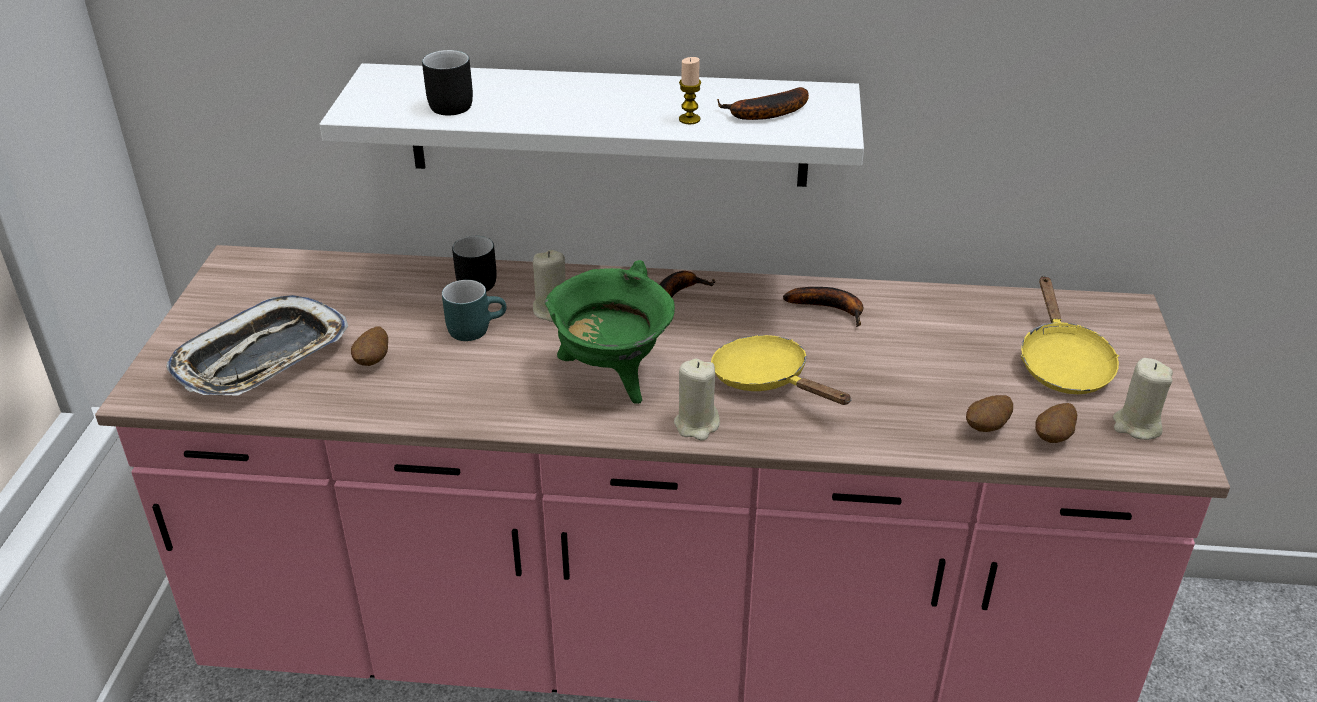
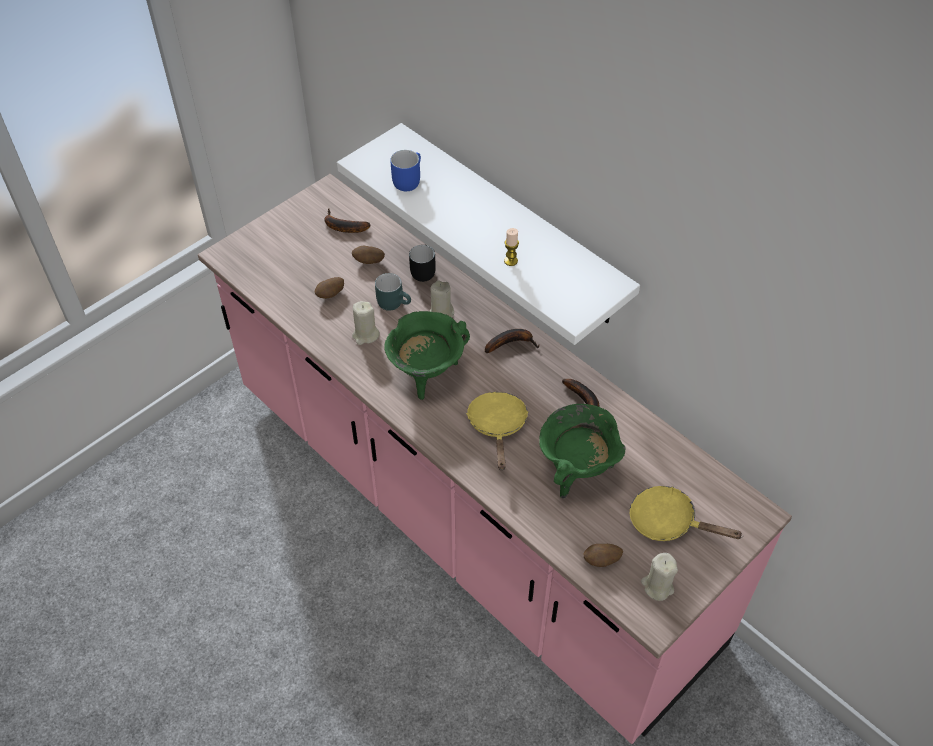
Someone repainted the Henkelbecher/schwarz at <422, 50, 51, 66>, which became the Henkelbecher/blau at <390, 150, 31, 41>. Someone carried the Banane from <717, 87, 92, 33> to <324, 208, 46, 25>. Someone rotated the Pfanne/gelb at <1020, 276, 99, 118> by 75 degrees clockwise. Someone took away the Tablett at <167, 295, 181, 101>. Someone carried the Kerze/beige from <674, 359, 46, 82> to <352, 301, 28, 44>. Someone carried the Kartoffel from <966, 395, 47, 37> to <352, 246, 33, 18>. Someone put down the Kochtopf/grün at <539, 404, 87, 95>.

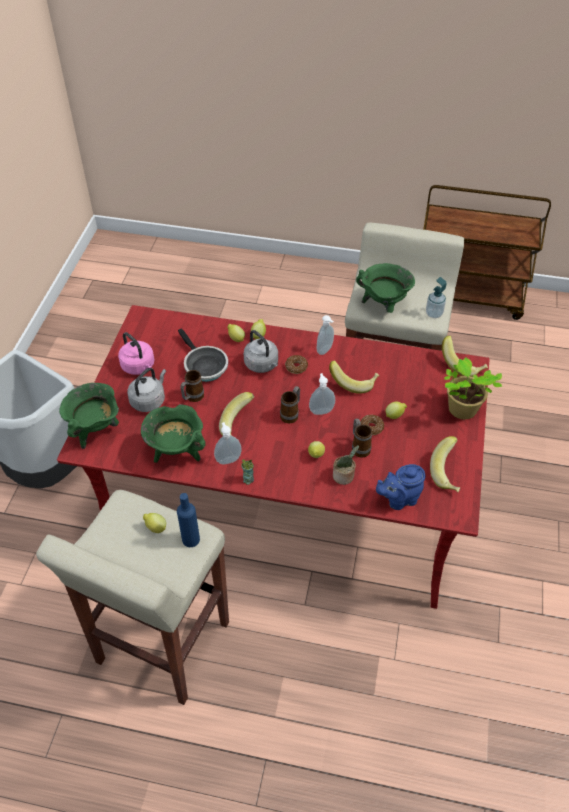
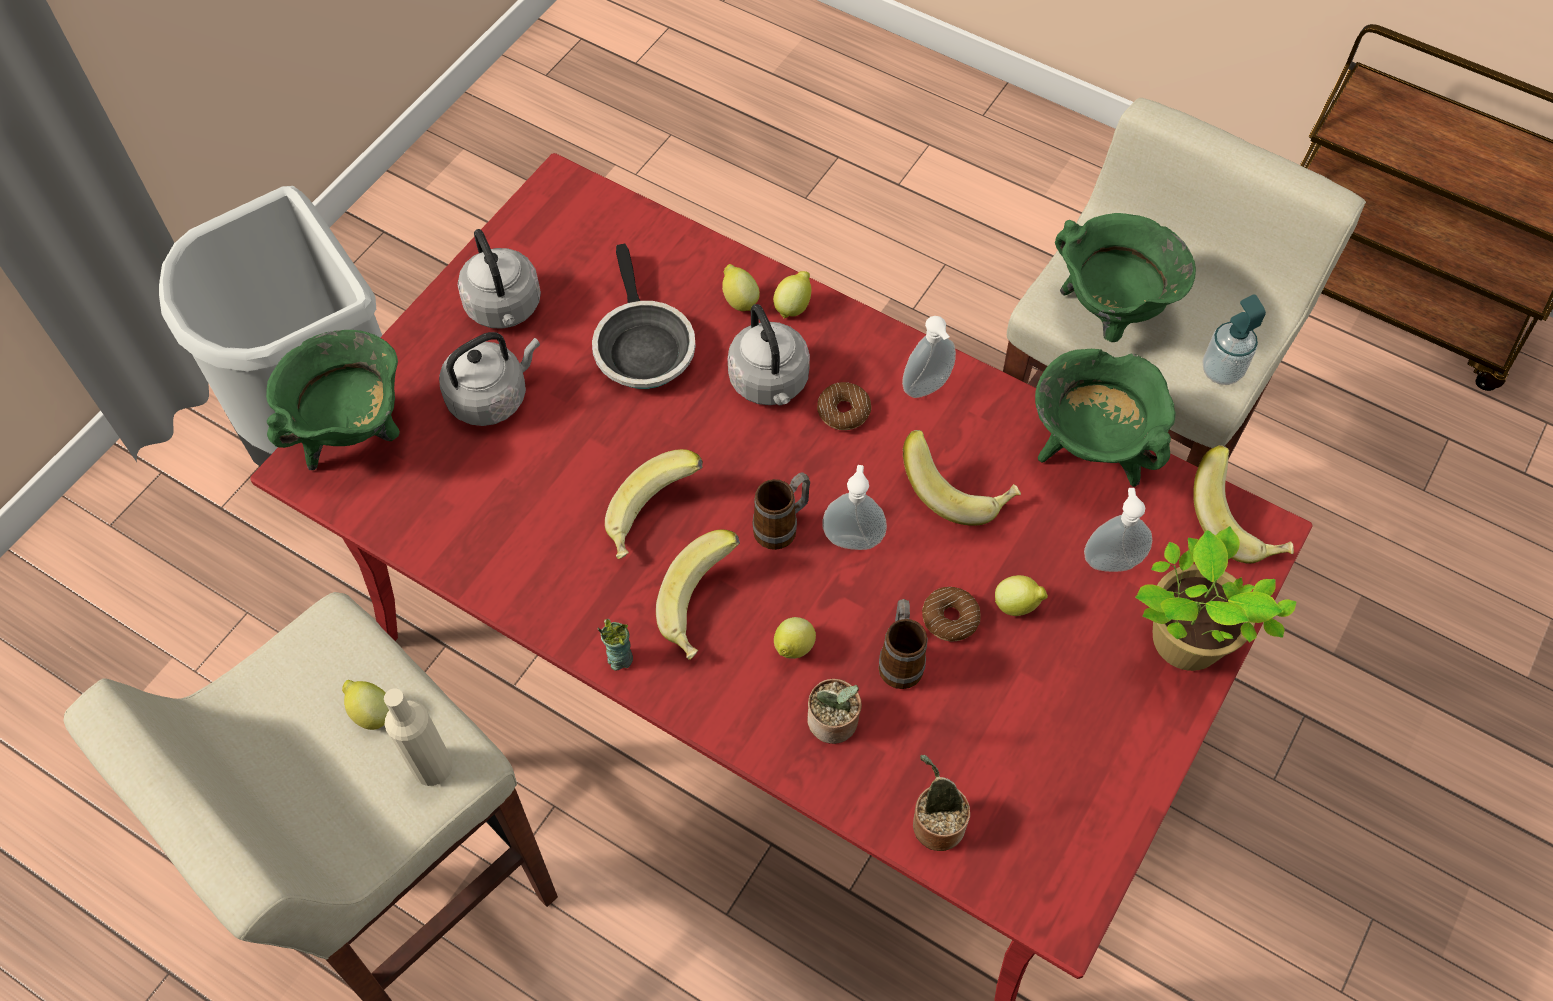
Someone repainted the Wasserkessel/rosa at <118, 332, 36, 43>, which became the Wasserkessel/grau at <458, 229, 83, 100>. Someone took away the Henkelbecher at <180, 370, 24, 32>. Someone carried the Kochtopf/grün from <141, 404, 65, 59> to <1035, 349, 141, 138>. Someone carried the Seifenspender from <214, 422, 28, 42> to <1084, 488, 68, 84>. Someone carried the Banane from <430, 436, 30, 56> to <656, 530, 84, 130>. Someone swapped the Teekanne/blau at <376, 464, 49, 46> for the Topfpflanze at <913, 755, 57, 96>. Someone repainted the Flasche/blau at <177, 493, 23, 54>, which became the Flasche/beige at <384, 688, 69, 98>.

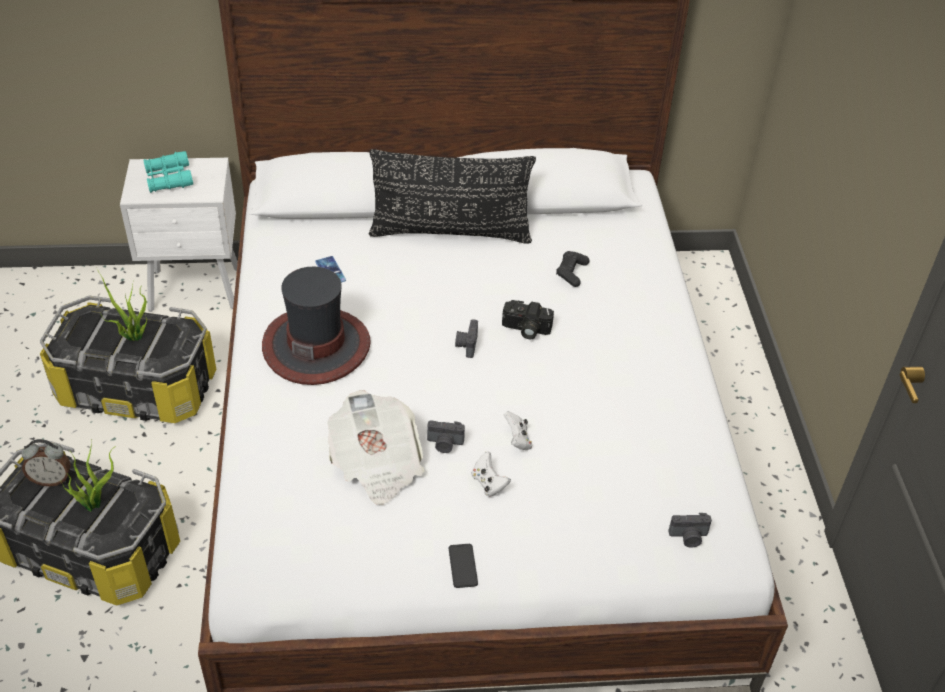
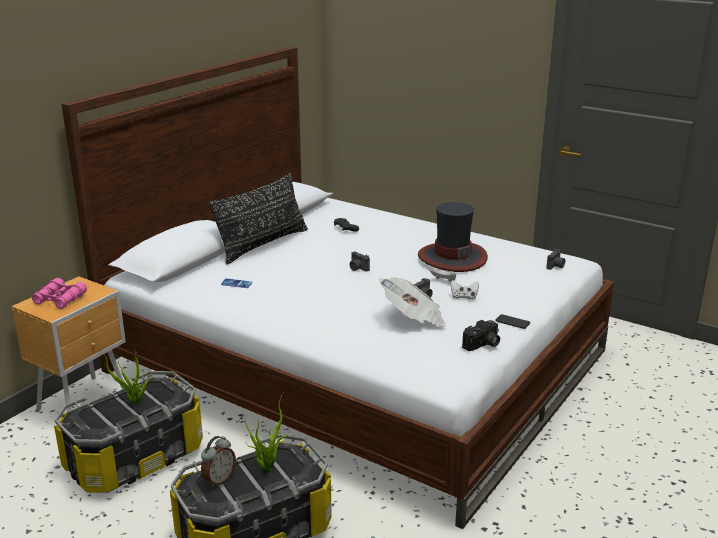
Someone repainted the Fernglas/türkis at <143, 151, 50, 42>, which became the Fernglas/rosa at <32, 278, 55, 31>. Someone repainted the Nachttisch/weiß at <120, 158, 118, 154>, which became the Nachttisch/braun at <11, 276, 115, 136>. Someone carried the Hut from <262, 266, 109, 119> to <418, 202, 70, 70>. Someone carried the Kamera from <502, 300, 52, 39> to <462, 320, 38, 31>.

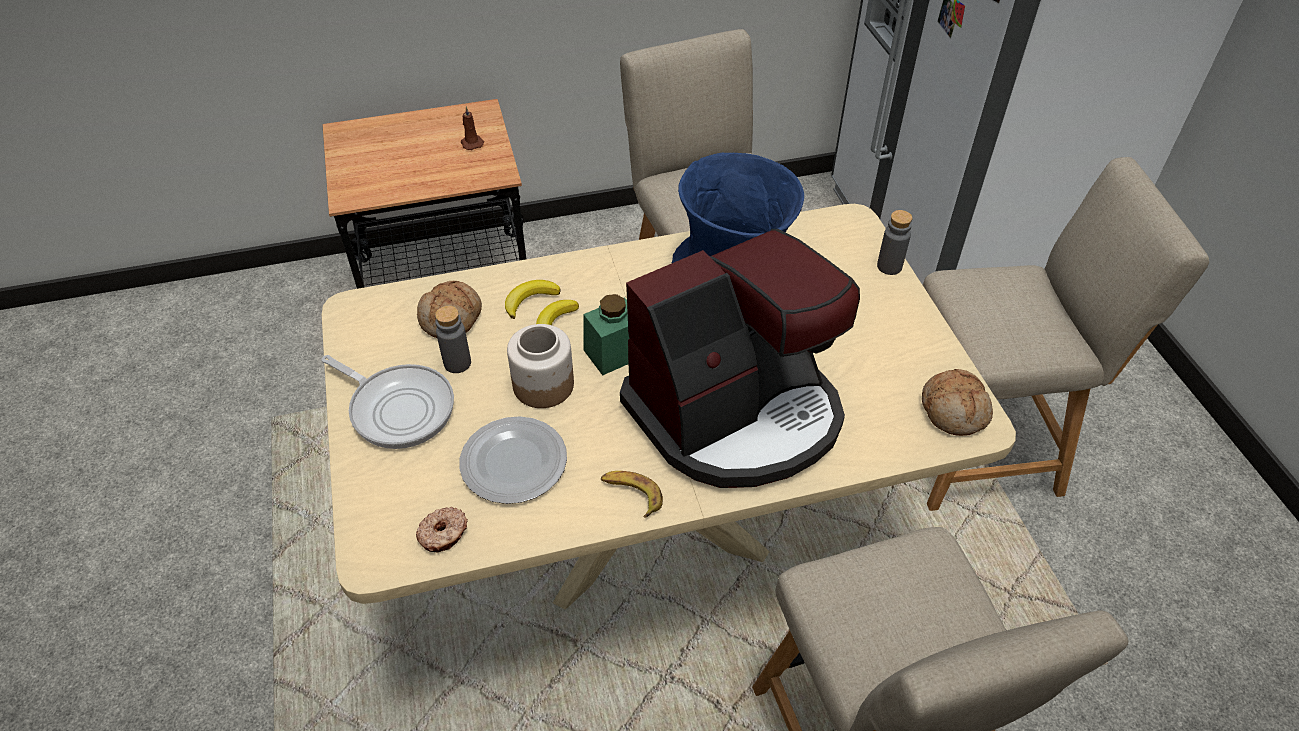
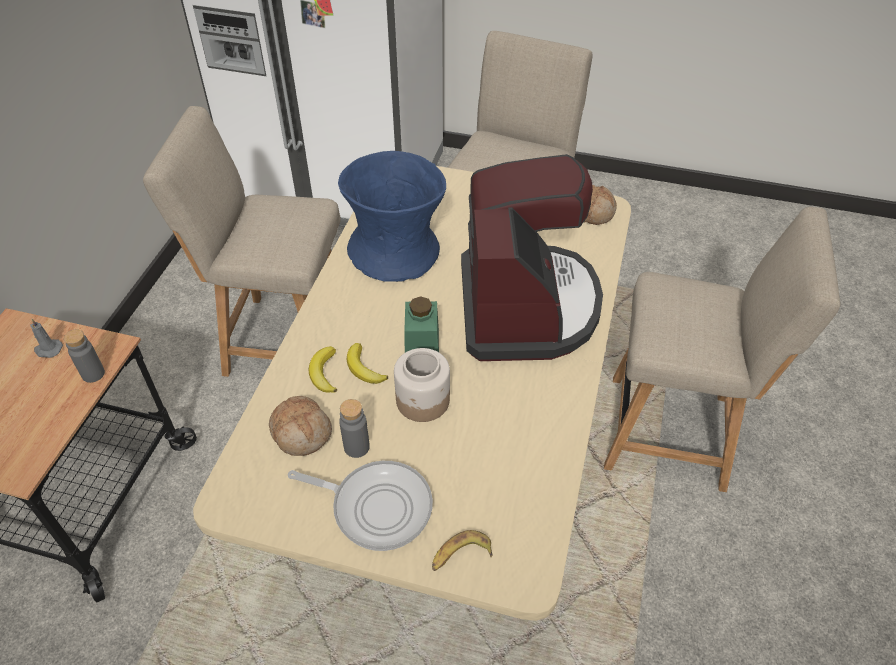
Someone repainted the Kerze/braun at <461, 107, 23, 43>, which became the Kerze/grau at <30, 319, 33, 39>. Someone carried the Flasche/grau from <877, 210, 35, 65> to <64, 330, 41, 53>. Someone rotated the Pfanne at <321, 355, 133, 94> by 45 degrees clockwise. Someone took away the Teller at <459, 416, 108, 88>. Someone carried the Banane from <601, 471, 62, 46> to <432, 530, 61, 41>. Someone took away the Donut at <416, 507, 52, 45>.

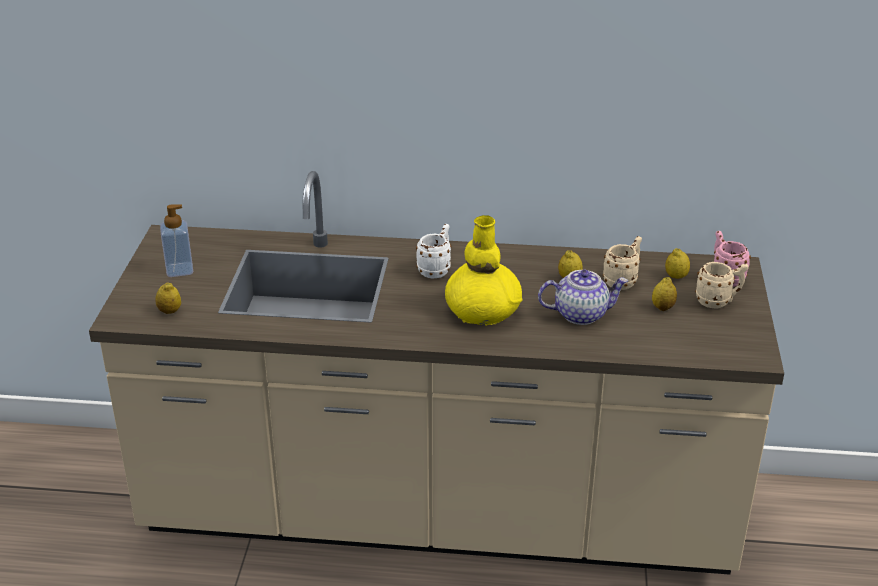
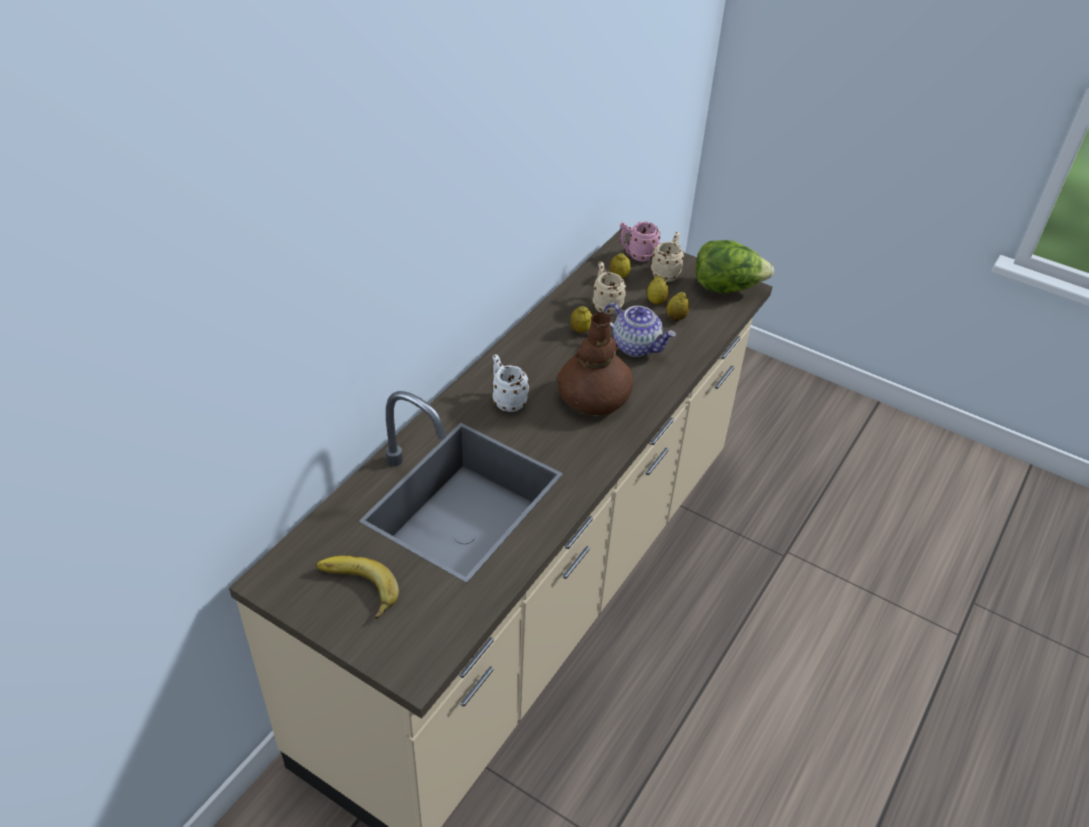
Someone swapped the Seifenspender at <160, 205, 33, 72> for the Banane at <316, 556, 83, 63>. Someone repainted the Vase/gelb at <445, 215, 77, 111>, which became the Vase/braun at <557, 312, 76, 104>. Someone rotated the Teekanne at <538, 270, 90, 55> by 105 degrees clockwise. Someone carried the Zitrone from <155, 282, 26, 32> to <667, 292, 23, 29>. Someone put down the Salatkopf at <696, 240, 78, 53>.

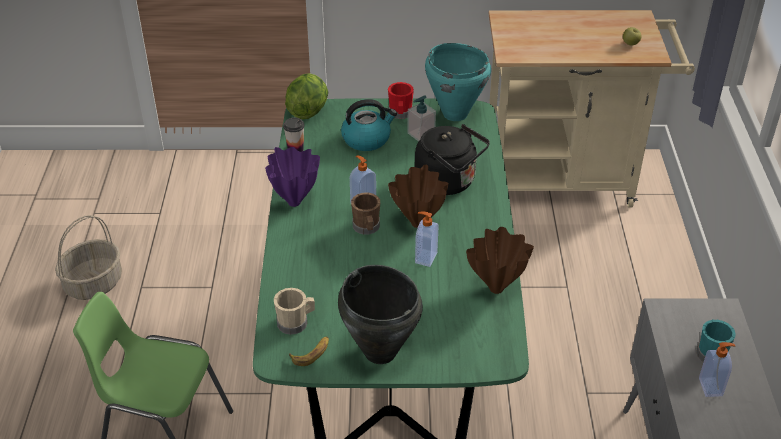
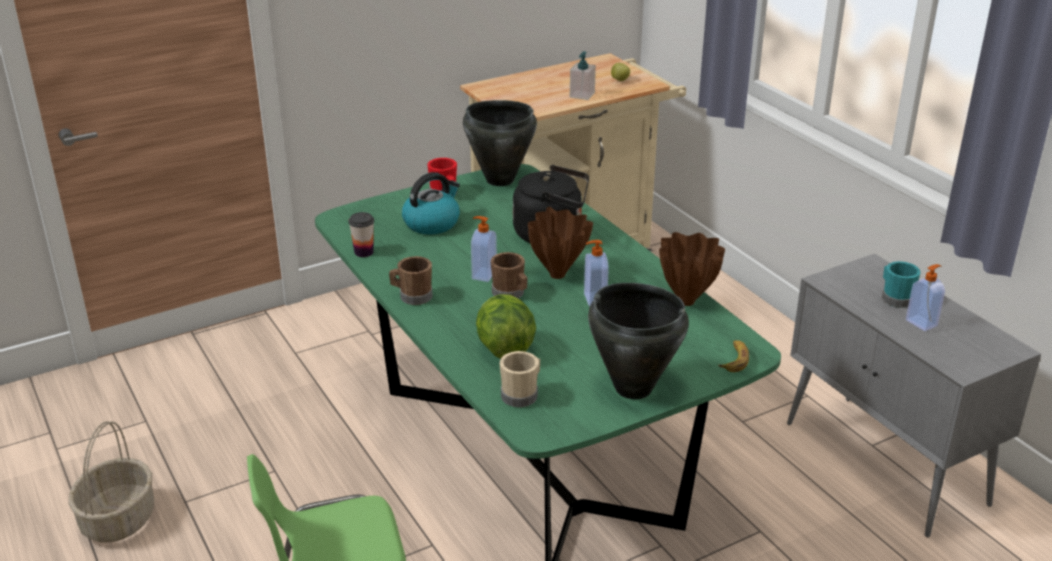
Someone repainted the Kochtopf/türkis at <425, 43, 66, 78>, which became the Kochtopf/schwarz at <463, 100, 74, 86>. Someone carried the Salatkopf from <285, 73, 43, 46> to <476, 294, 60, 65>. Someone carried the Seifenspender from <407, 95, 29, 47> to <570, 51, 26, 49>. Someone swapped the Vase/lila at <265, 147, 55, 60> for the Henkelbecher/braun at <389, 256, 44, 49>. Someone carried the Banane from <289, 336, 40, 30> to <718, 340, 31, 32>.

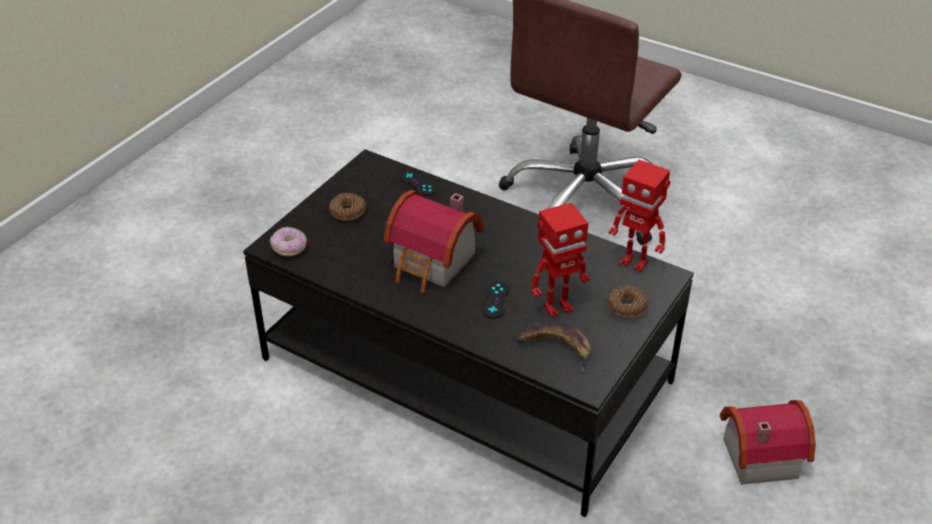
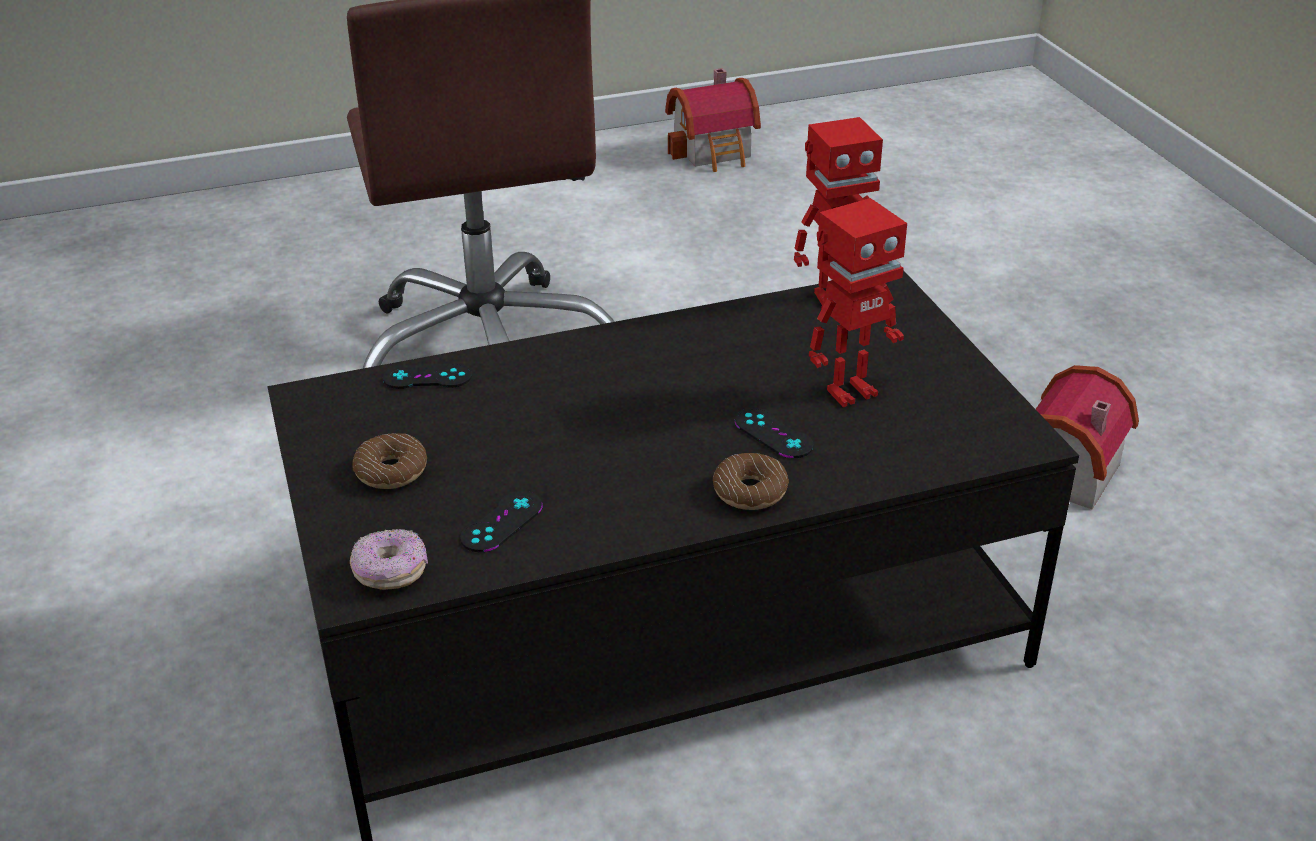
Someone carried the Spielzeughaus from <384, 190, 100, 103> to <665, 68, 96, 104>. Someone rotated the Spielzeugroboter at <532, 202, 58, 116> by 45 degrees clockwise. Someone carried the Donut from <607, 286, 41, 32> to <713, 453, 76, 57>. Someone took away the Banane at <518, 321, 73, 52>. Someone put down the Gamepad/schwarz at <460, 491, 82, 61>.

